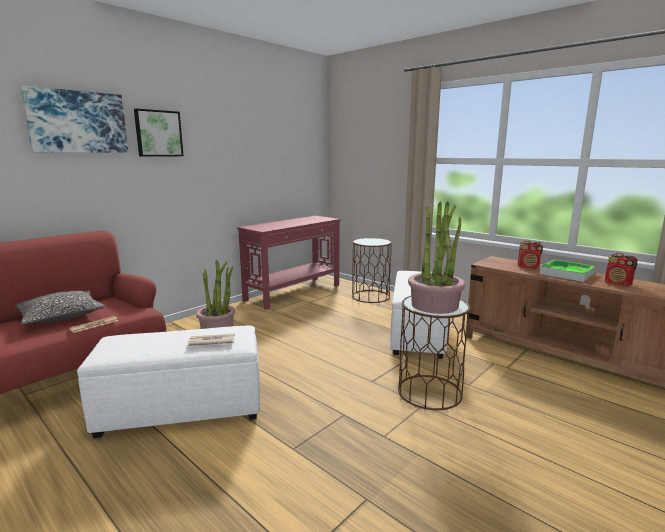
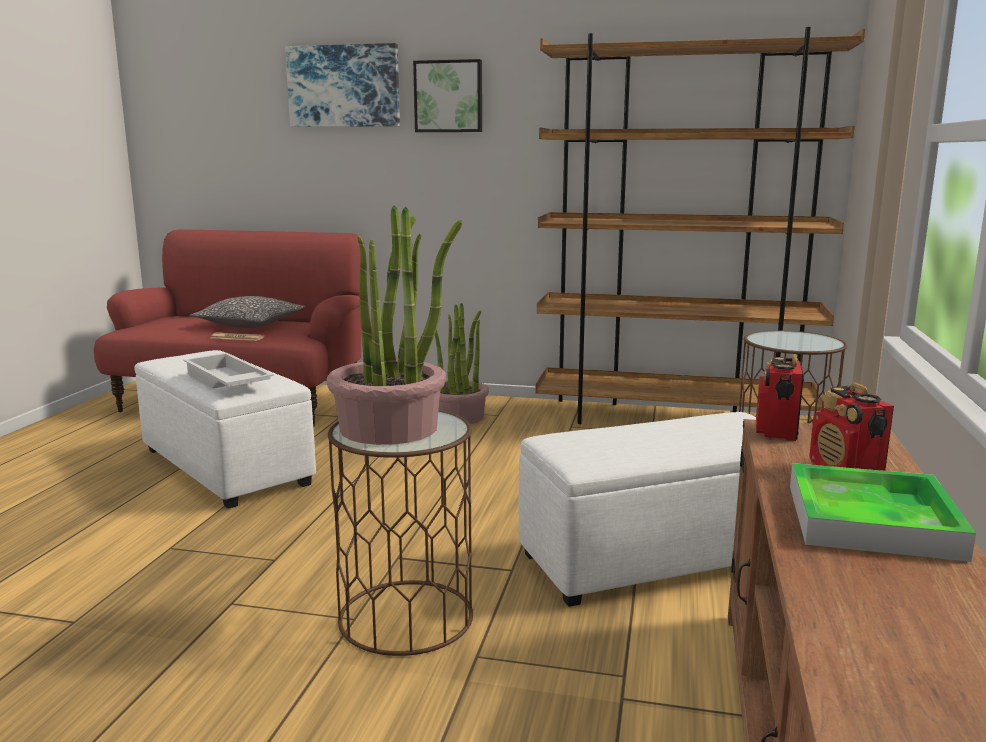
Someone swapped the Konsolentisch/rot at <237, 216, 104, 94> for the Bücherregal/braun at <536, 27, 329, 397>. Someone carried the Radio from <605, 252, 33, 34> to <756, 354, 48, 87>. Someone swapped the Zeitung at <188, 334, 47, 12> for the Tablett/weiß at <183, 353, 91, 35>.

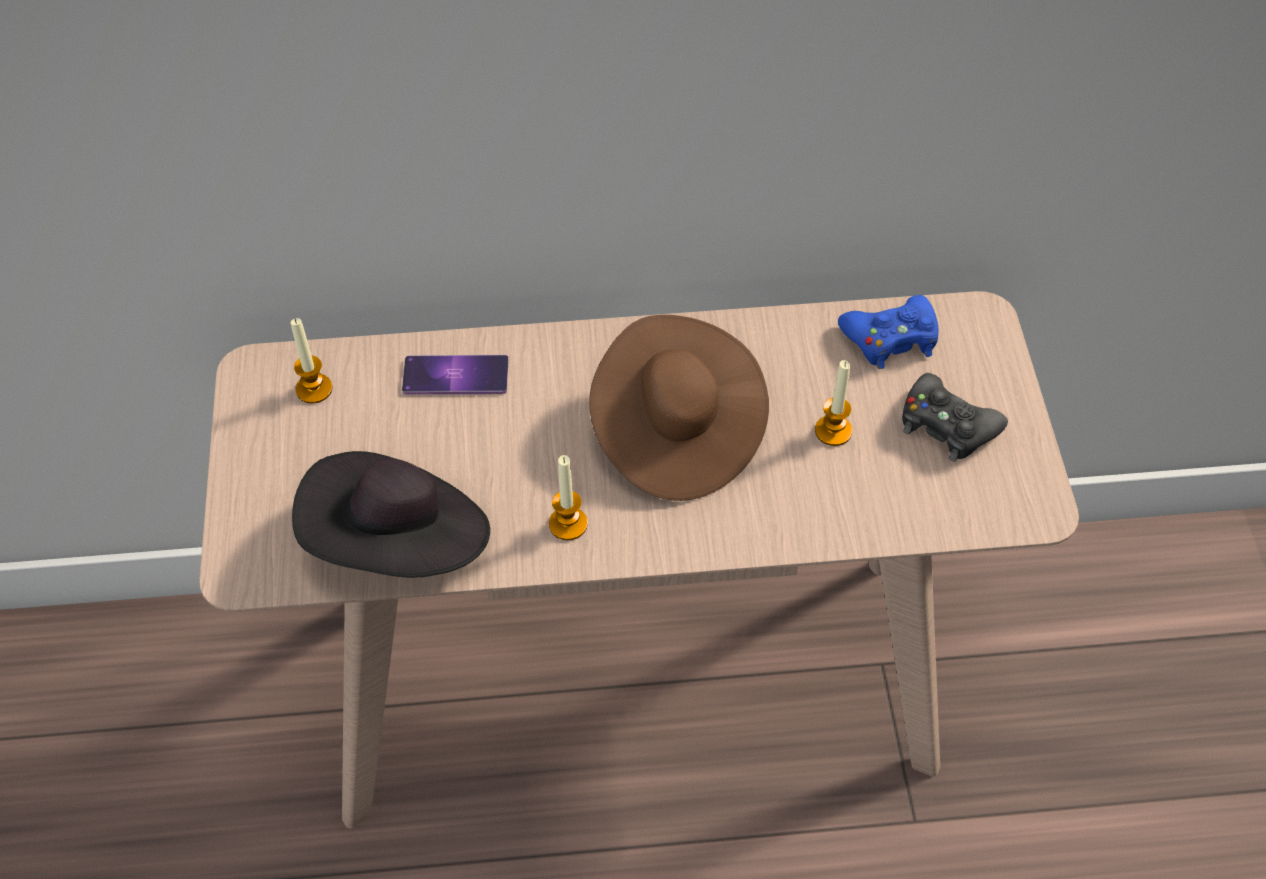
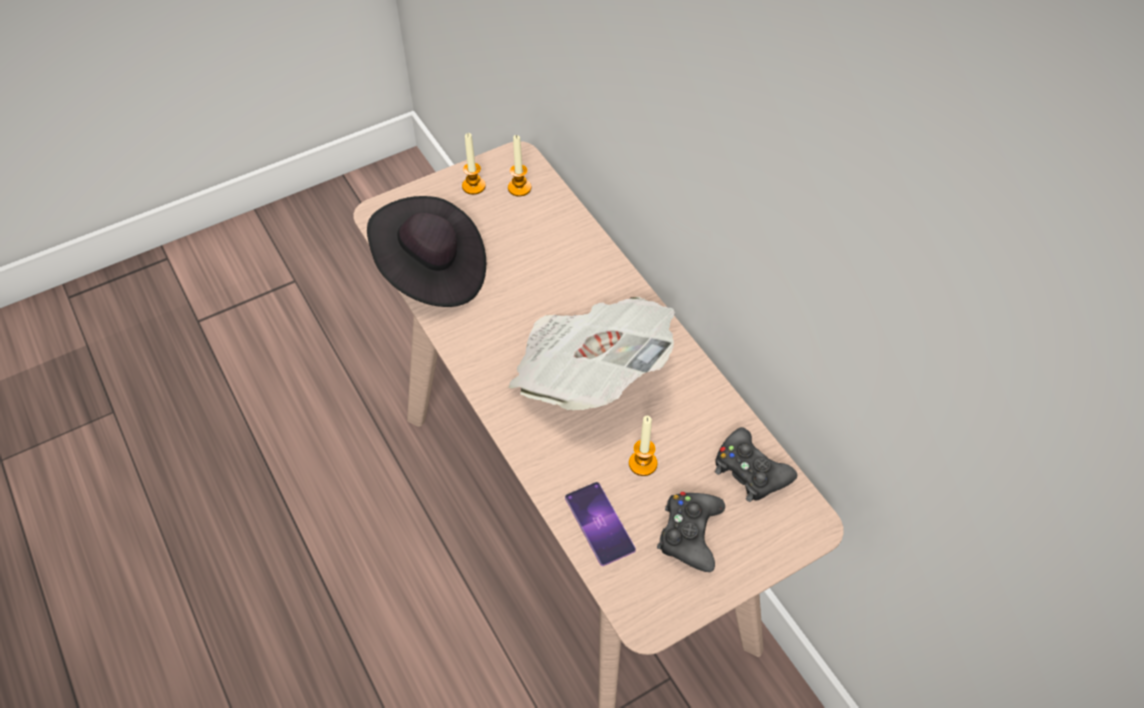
Someone repainted the Gamepad/blau at <838, 295, 100, 74>, which became the Gamepad/schwarz at <715, 427, 82, 75>. Someone swapped the Hut/braun at <589, 315, 180, 186> for the Zeitung at <509, 297, 166, 114>. Someone carried the Handy from <402, 355, 107, 40> to <565, 482, 71, 84>. Someone carried the Kerze from <549, 455, 39, 85> to <462, 133, 24, 62>.

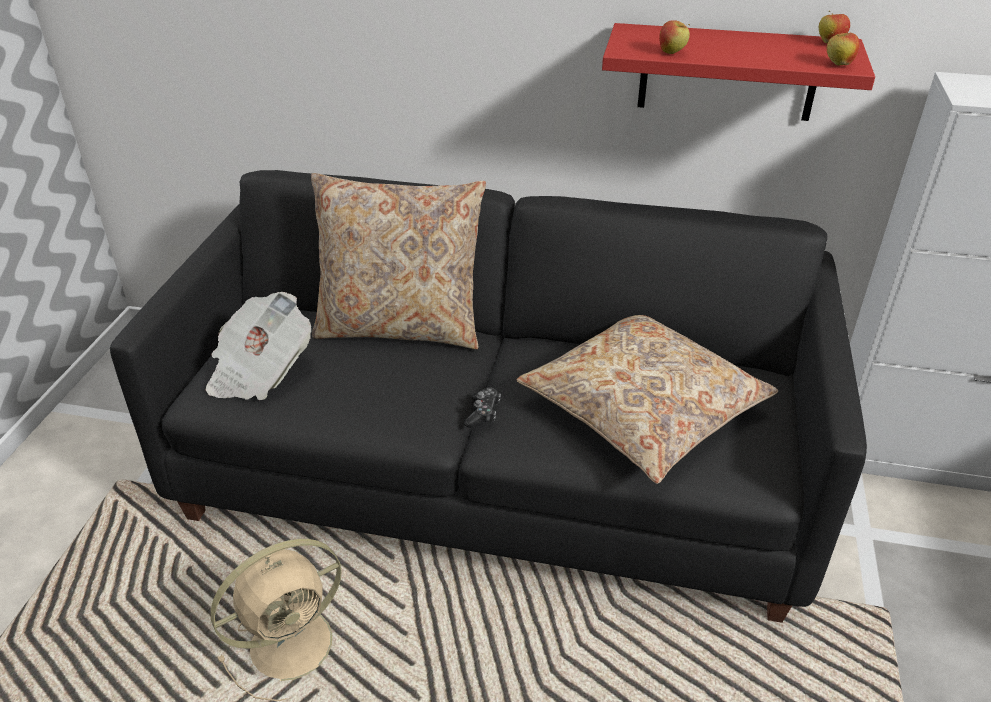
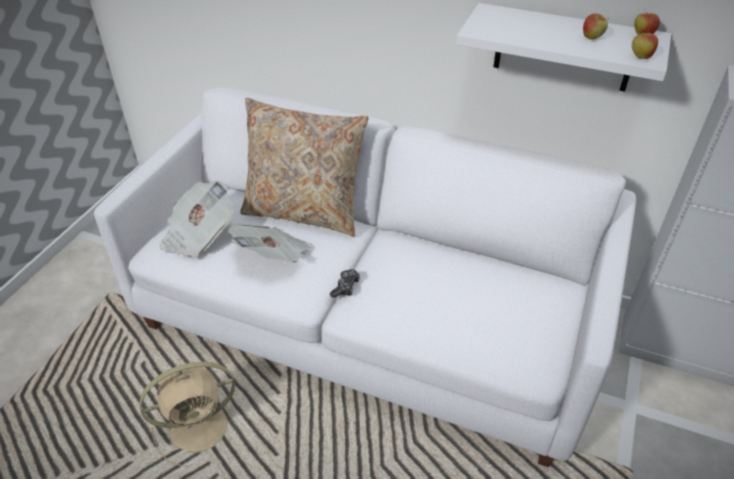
Someone carried the Apfel from <659, 20, 31, 34> to <583, 13, 26, 27>. Someone repainted the Wandregal/rot at <602, 23, 273, 98>, which became the Wandregal/weiß at <456, 3, 215, 89>. Someone repainted the Sofa/schwarz at <110, 170, 757, 453>, which became the Sofa/weiß at <94, 87, 542, 380>. Someone took away the Kissen/beige at <516, 315, 262, 169>. Someone put down the Zeitung at <228, 224, 86, 38>.

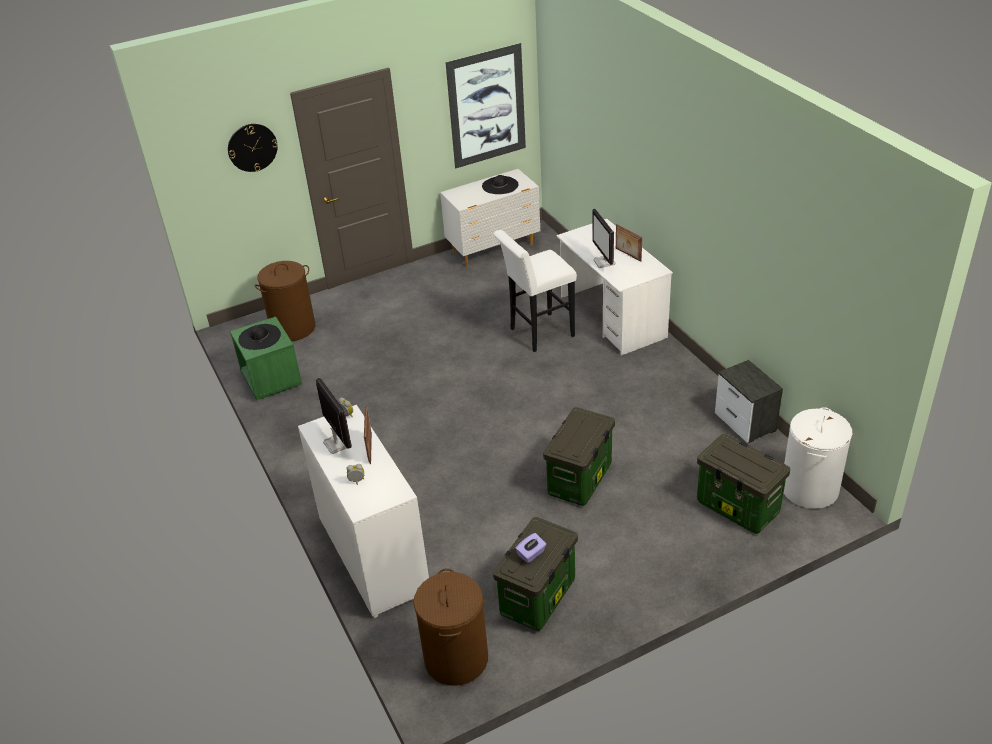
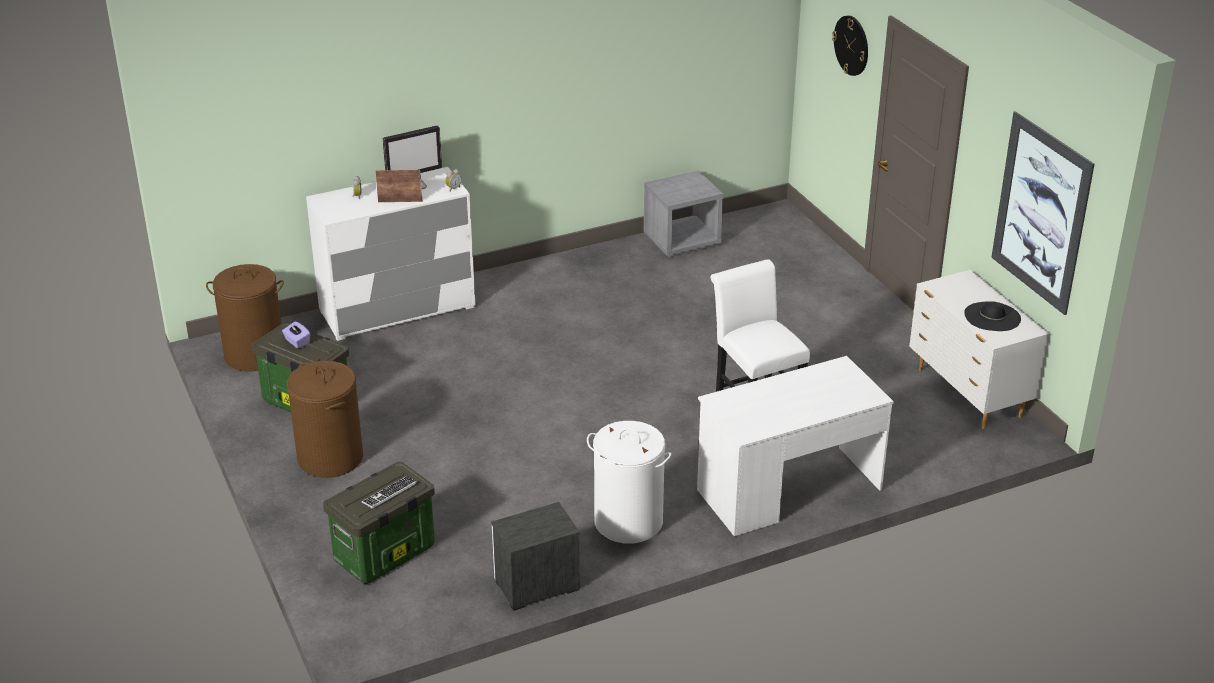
Someone took away the Monitor at <592, 209, 23, 59>. Someone took away the Bilderrahmen at <616, 224, 26, 38>. Someone carried the Wäschekorb/braun from <254, 261, 62, 80> to <287, 361, 76, 117>. Someone repainted the Nachttisch/grün at <230, 317, 72, 83>, which became the Nachttisch/grau at <643, 171, 80, 86>. Someone took away the Hut/schwarz at <238, 324, 43, 26>. Someone took away the Aufbewahrungsbox at <543, 407, 72, 99>. Someone carried the Wäschekorb/weiß from <784, 407, 68, 102> to <587, 421, 84, 123>. Someone put down the Tastatur at <362, 476, 55, 33>.

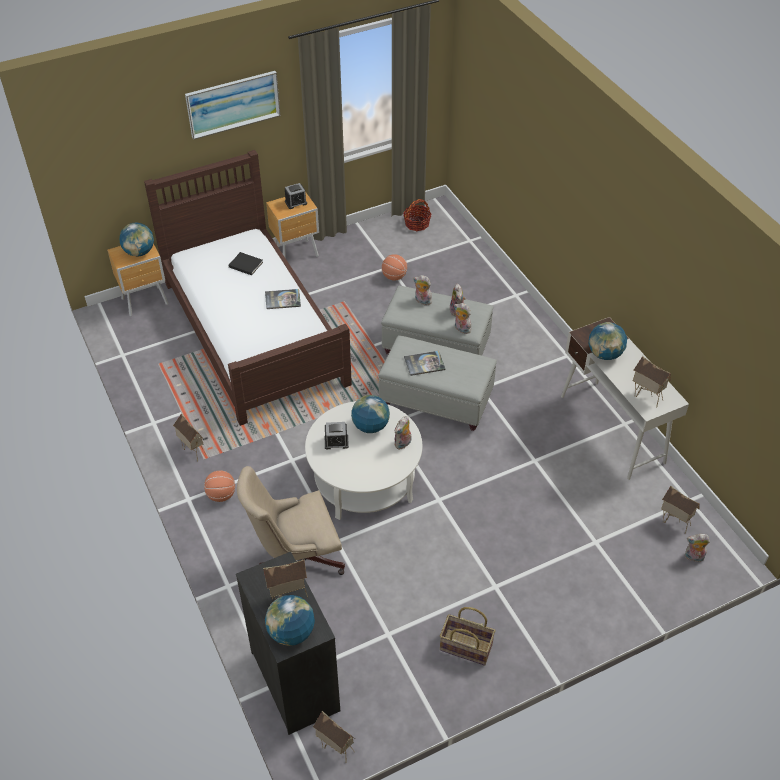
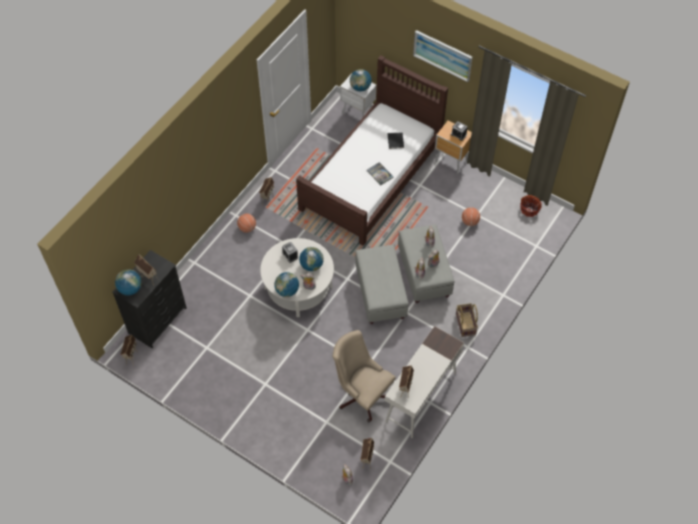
Someone repainted the Nachttisch/braun at <107, 244, 61, 72>, which became the Nachttisch/weiß at <340, 73, 36, 45>. Someone carried the Globus from <589, 322, 38, 38> to <274, 272, 25, 25>. Someone took away the Buch at <404, 351, 41, 25>. Someone carried the Bürostuhl/beige from <237, 466, 108, 109> to <332, 330, 64, 93>. Someone carried the Korb from <440, 607, 56, 59> to <456, 303, 22, 34>.

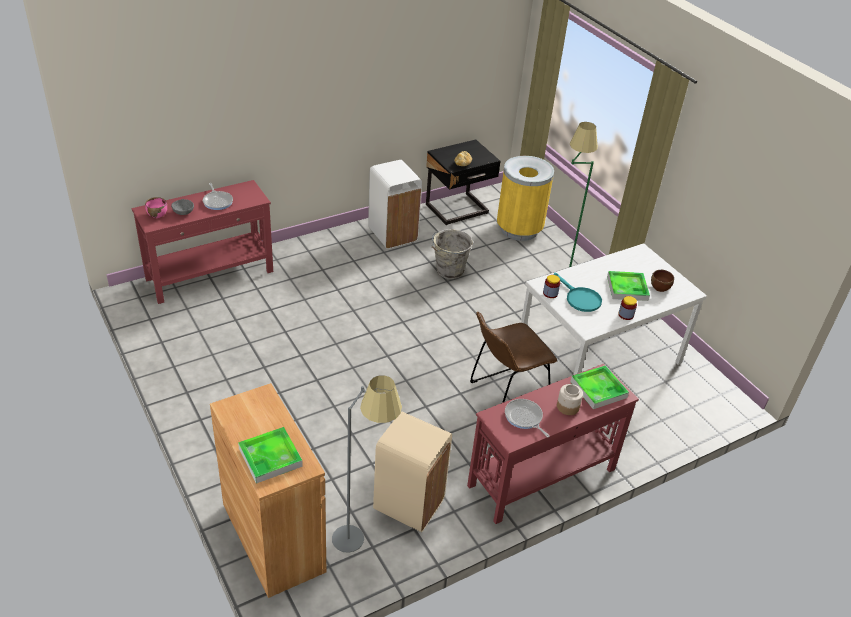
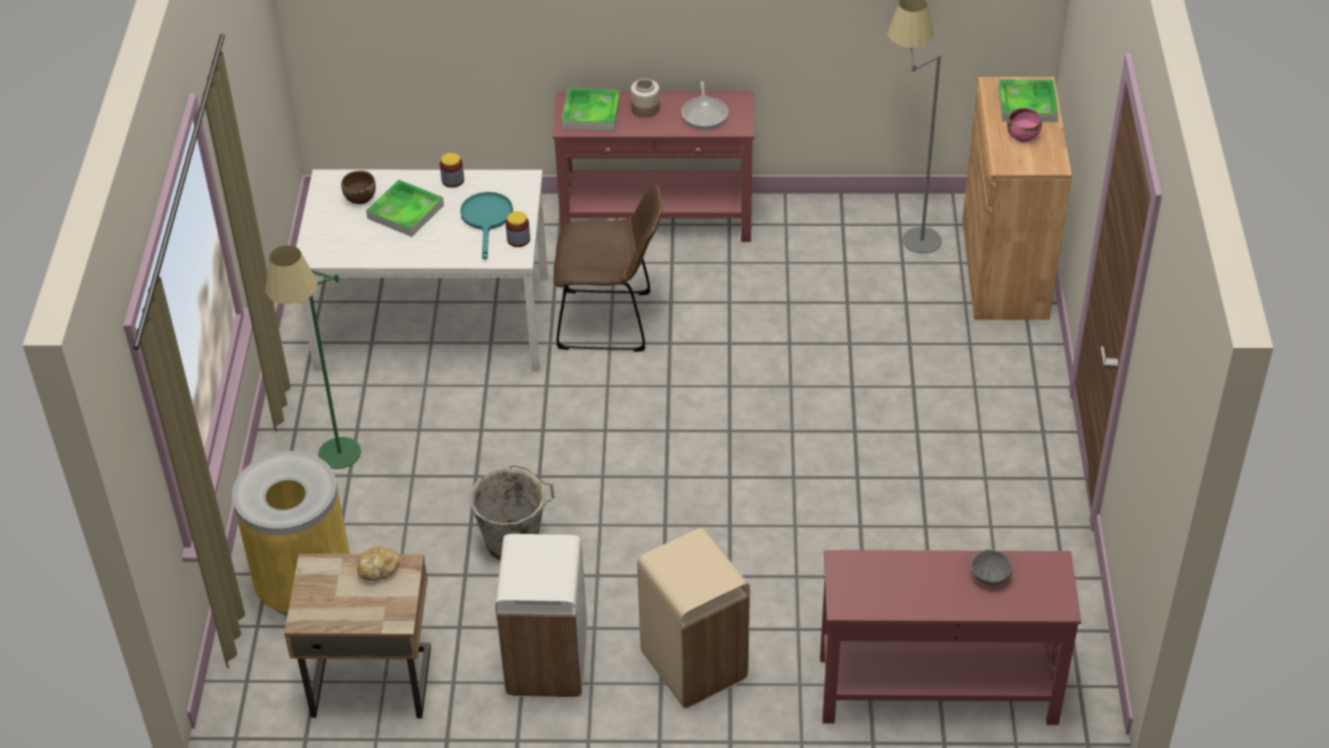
Someone repainted the Nachttisch/schwarz at <426, 140, 74, 85>, which became the Nachttisch/beige at <284, 554, 147, 165>. Someone took away the Pfanne at <203, 183, 30, 27>. Someone carried the Schüssel/rosa from <145, 197, 22, 21> to <1007, 108, 35, 34>. Someone carried the Mülleimer/beige from <373, 412, 79, 120> to <637, 528, 113, 181>.

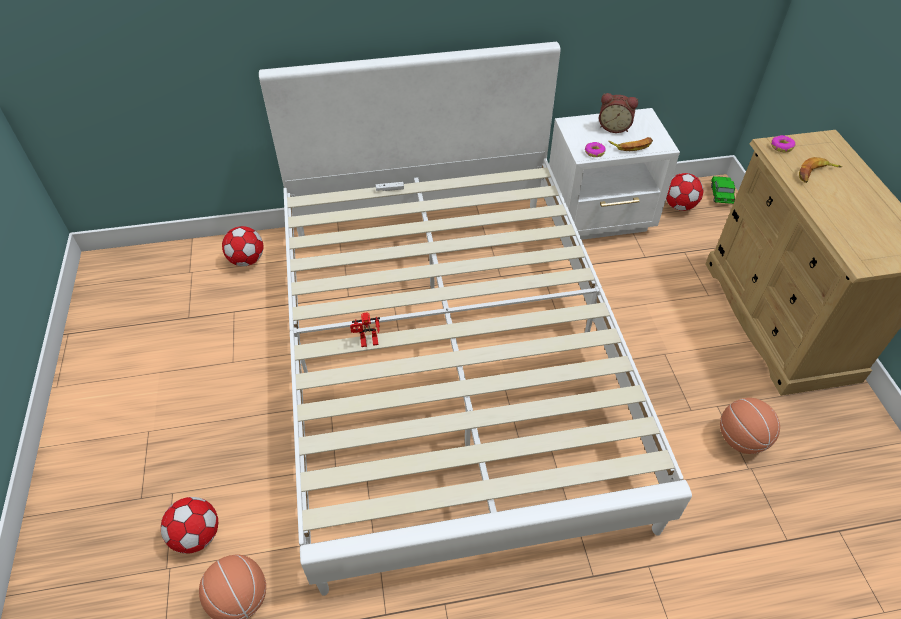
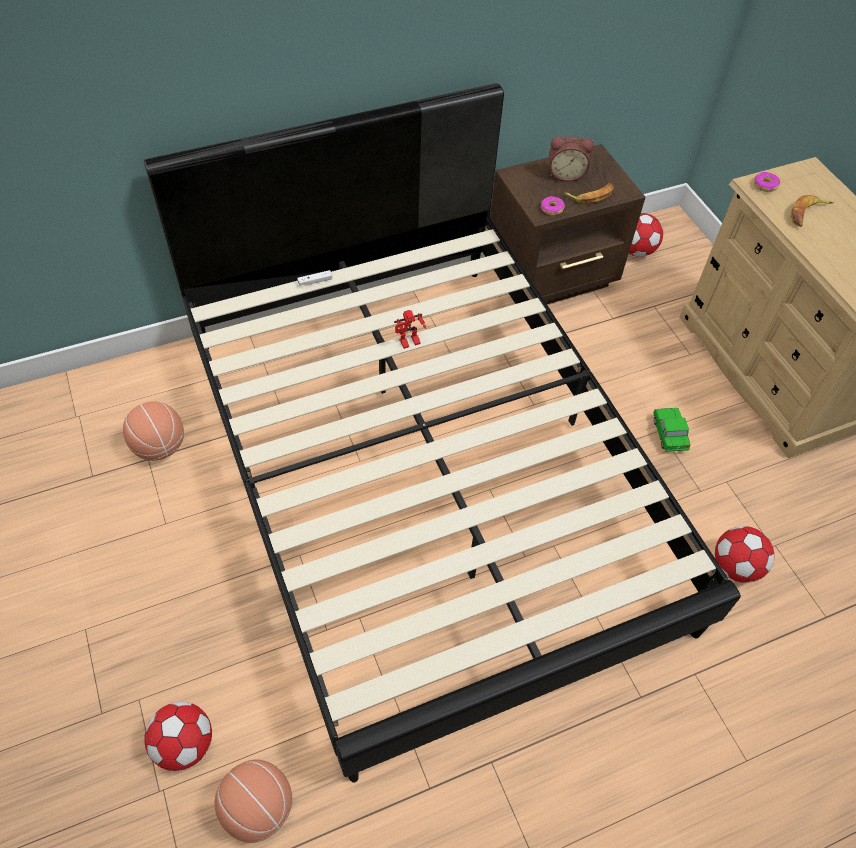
Someone repainted the Bett/weiß at <259, 42, 433, 554>, which became the Bett/schwarz at <144, 83, 597, 700>. Someone repainted the Nachttisch/weiß at <549, 108, 131, 132>, which became the Nachttisch/braun at <490, 144, 156, 160>. Someone carried the Spielzeugauto from <711, 176, 24, 28> to <653, 408, 37, 44>. Someone carried the Fußball from <222, 226, 41, 40> to <715, 526, 59, 57>. Someone carried the Spielzeugroboter from <350, 312, 30, 35> to <394, 310, 32, 39>. Someone carried the Basketball from <720, 398, 60, 56> to <123, 401, 61, 60>.

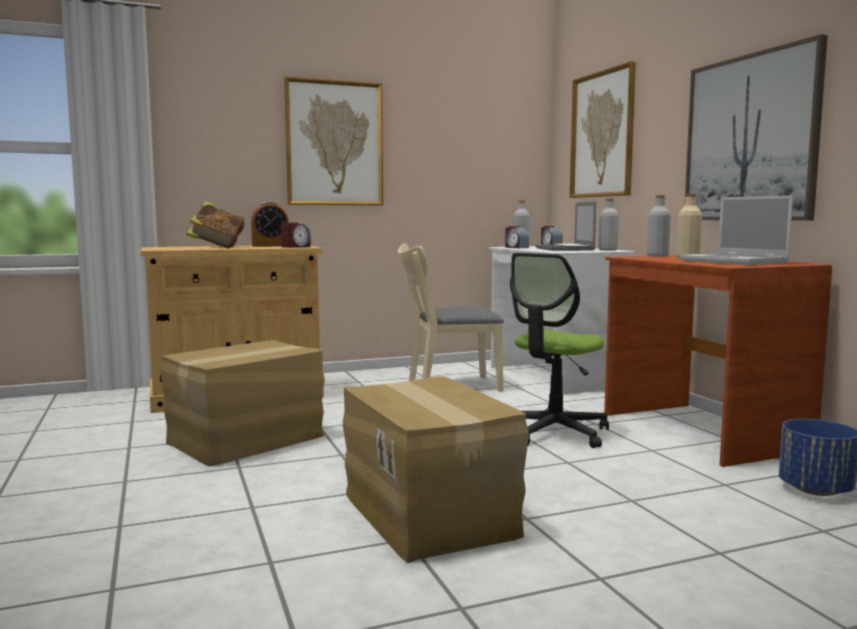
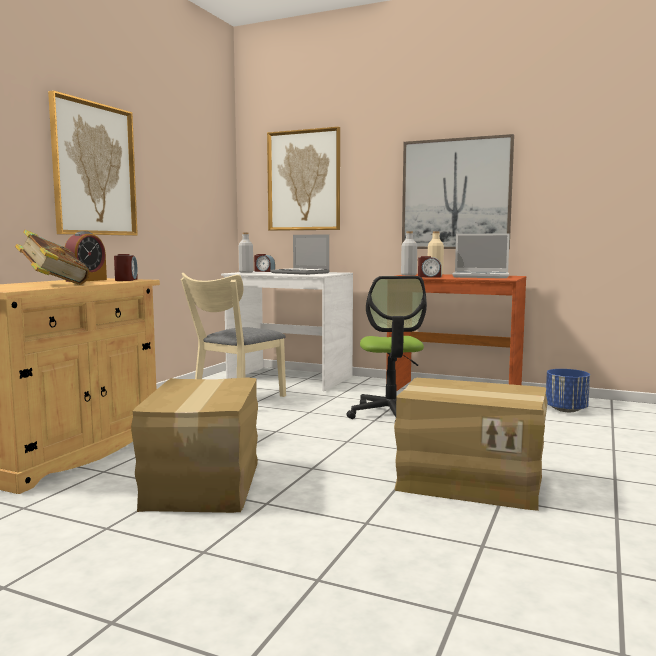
Someone took away the Flasche/grau at <599, 199, 20, 52>. Someone carried the Wecker from <505, 226, 24, 22> to <418, 256, 24, 22>.

